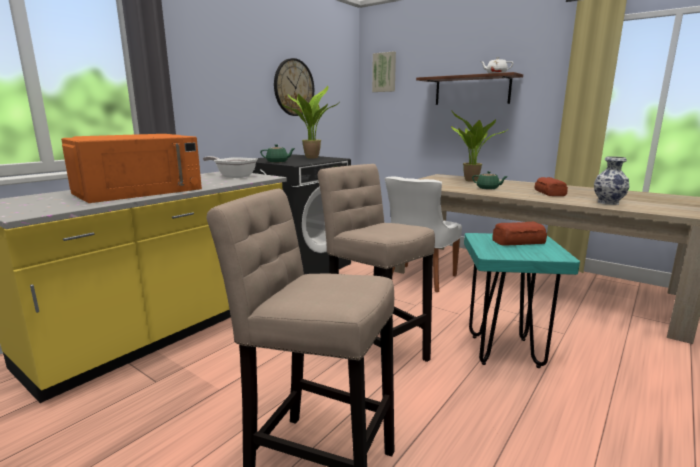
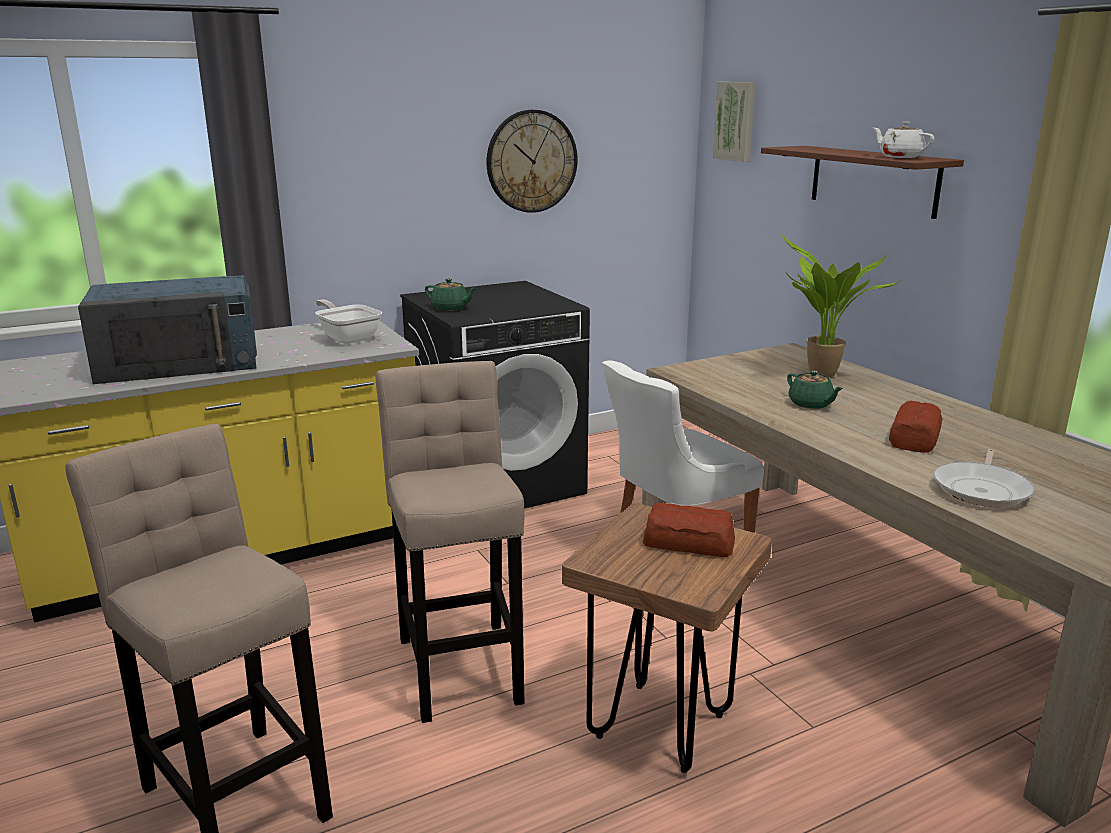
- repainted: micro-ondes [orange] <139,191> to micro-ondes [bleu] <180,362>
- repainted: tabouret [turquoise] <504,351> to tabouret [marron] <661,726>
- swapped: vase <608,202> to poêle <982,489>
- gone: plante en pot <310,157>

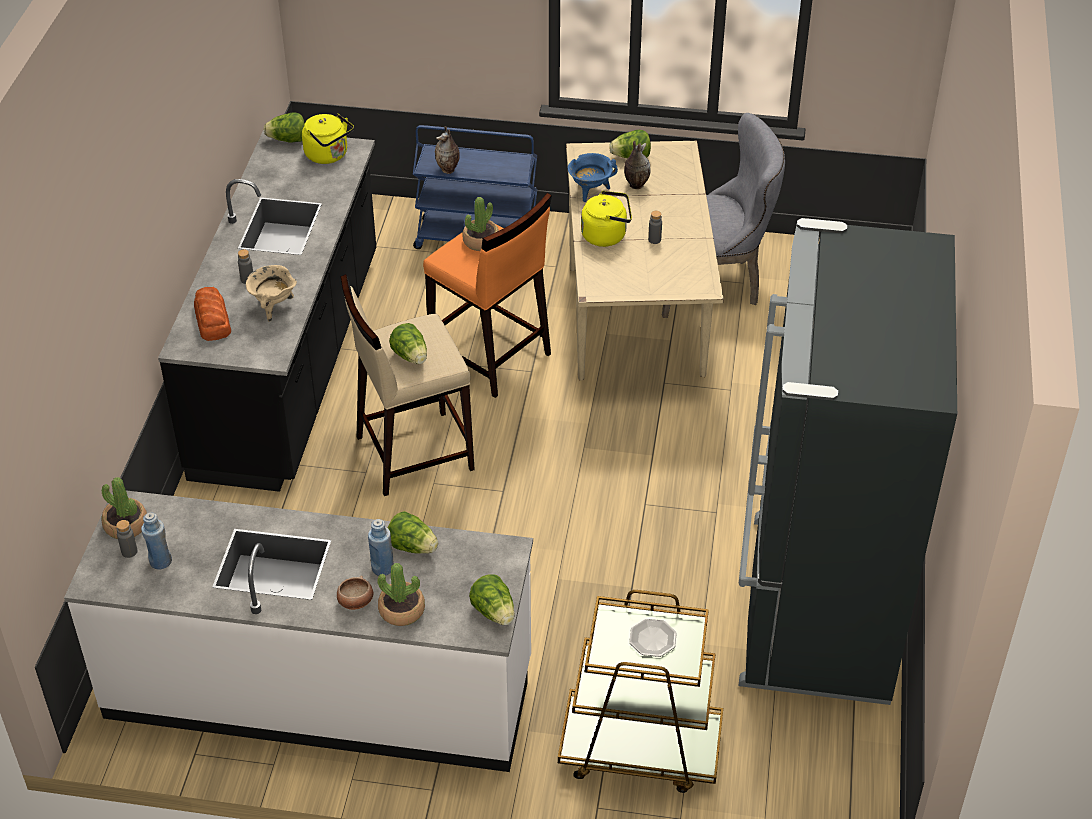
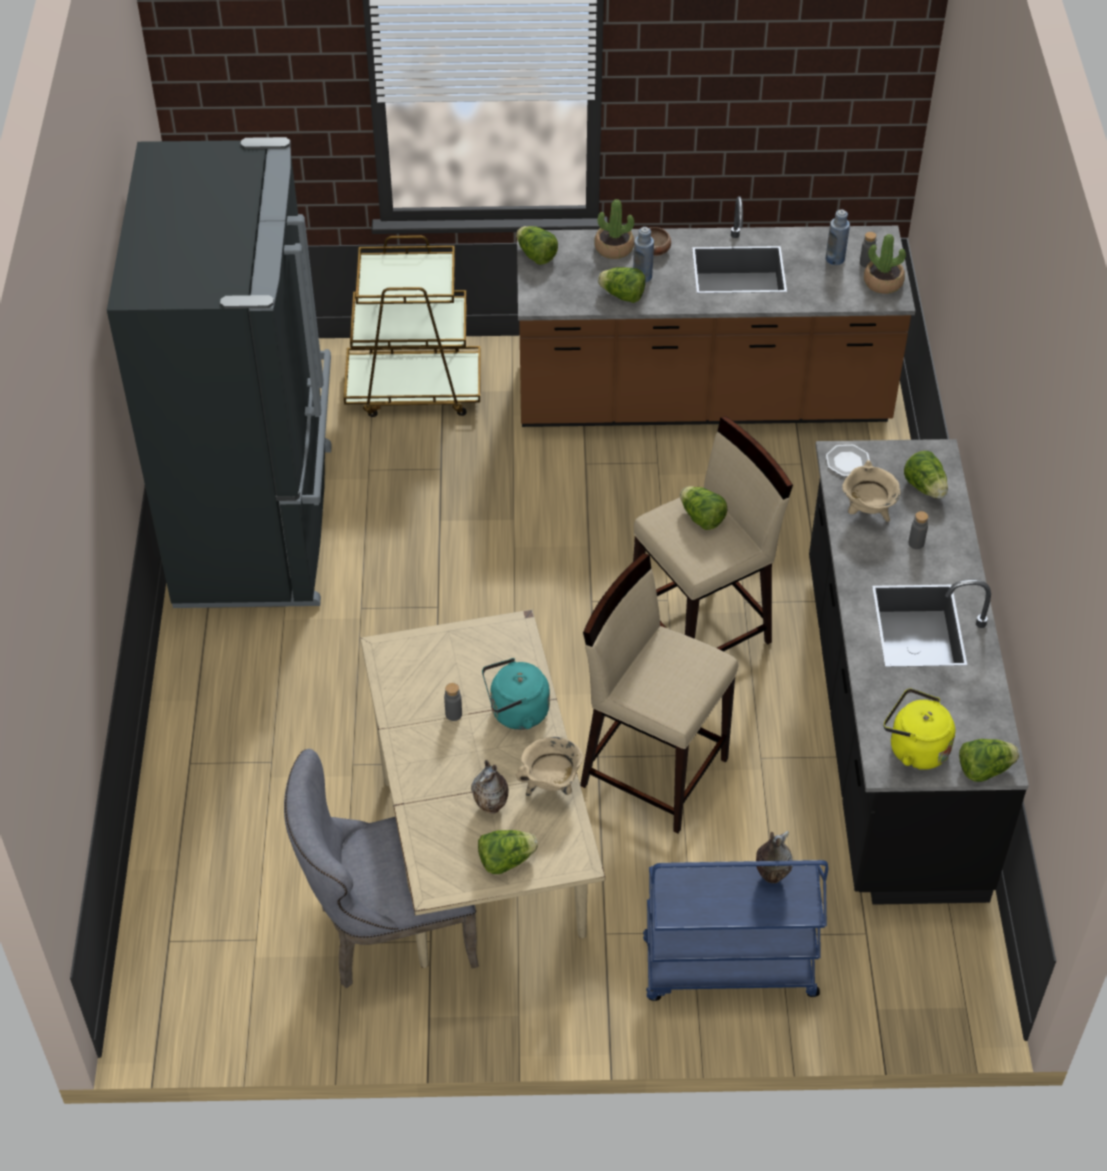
- repainted: bouilloire [jaune] <606,235> to bouilloire [turquoise] <516,713>
- repainted: marmite [bleu] <590,191> to marmite [beige] <551,785>
- repainted: comptoir de cuisine [blanc] <320,690> to comptoir de cuisine [marron] <702,398>
- repainted: tabouret [orange] <490,357> to tabouret [beige] <653,770>
- shifted: assiette <653,639> to <847,462>
- swapped: pain <212,320> to laitue <925,487>
- gone: plante en pot <481,241>

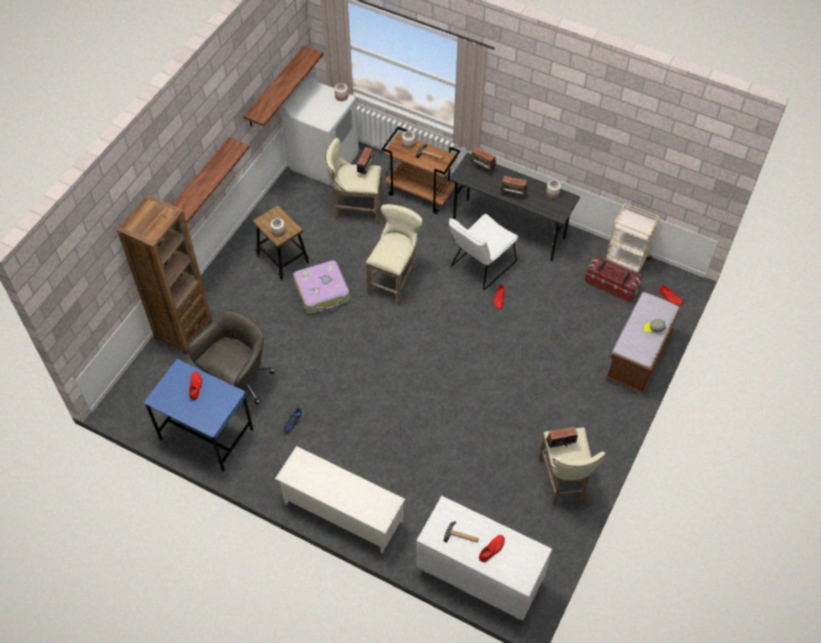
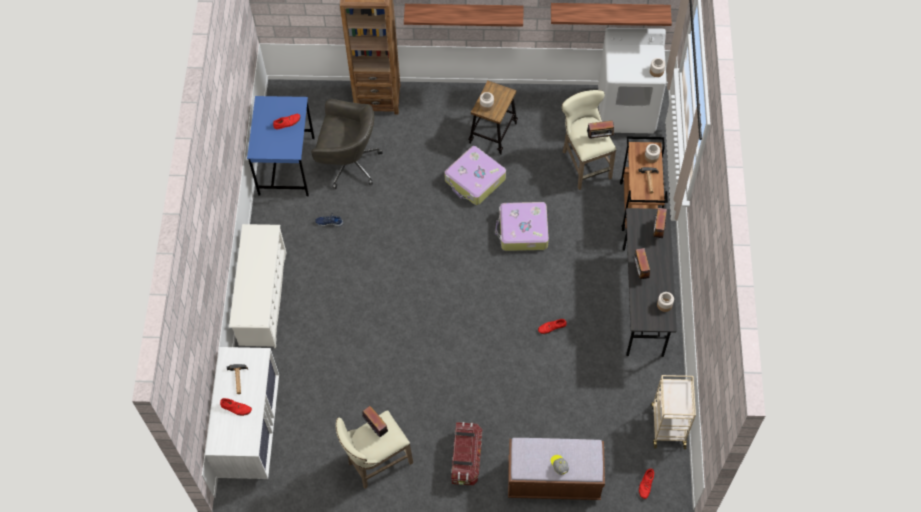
- shifted: boîte de rangement <611,285> to <466,458>
- swapped: tabouret [beige] <395,280> to valise <522,231>
- gone: chaise [blanc] <480,266>

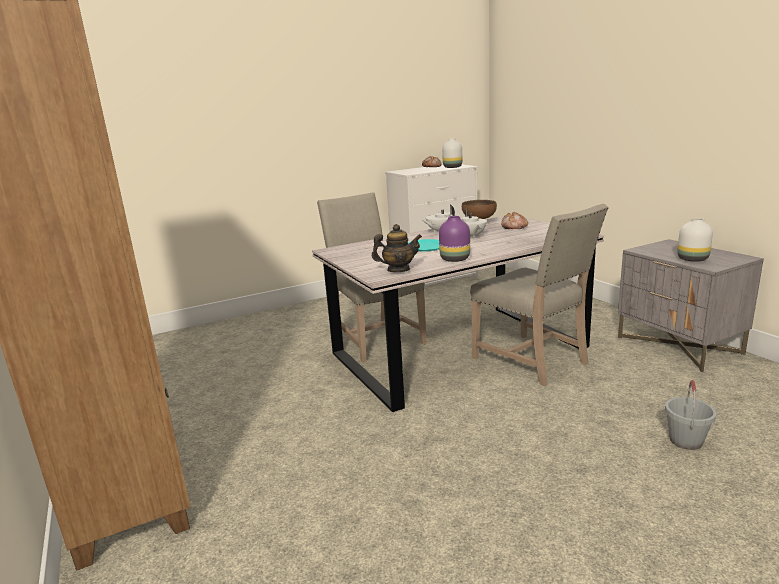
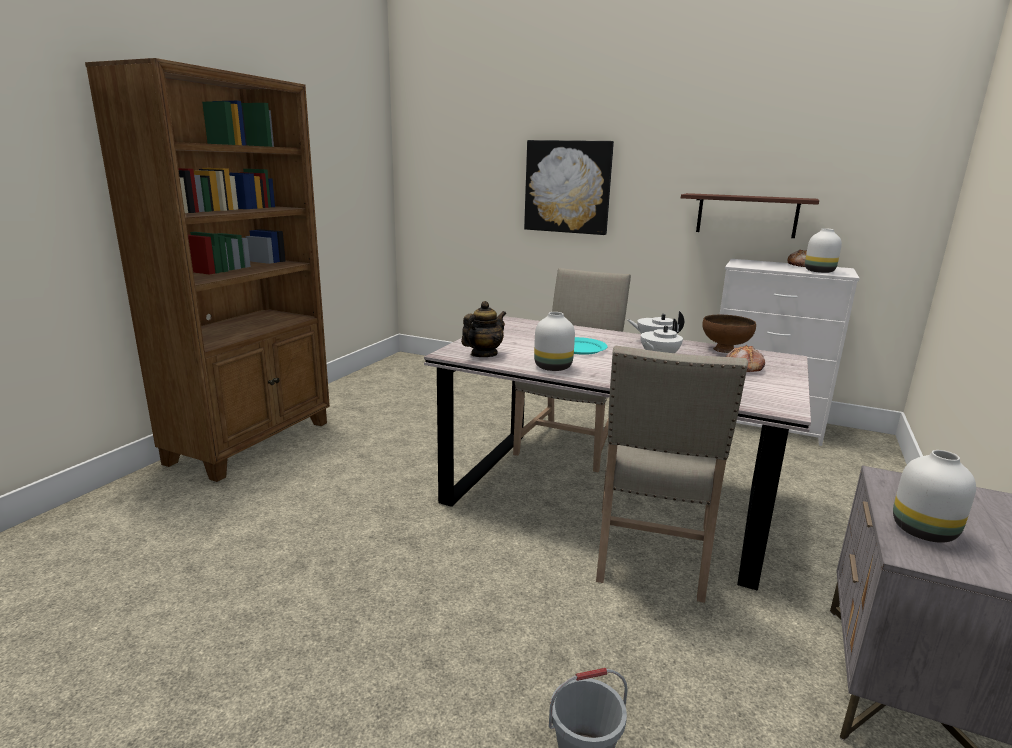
- rotated: théière <398,270> = <483,354> 90 degrees counterclockwise
- new: tableau <567,187>
- repainted: vase [violet] <454,259> to vase [blanc] <553,367>
- new: étagère <746,215>

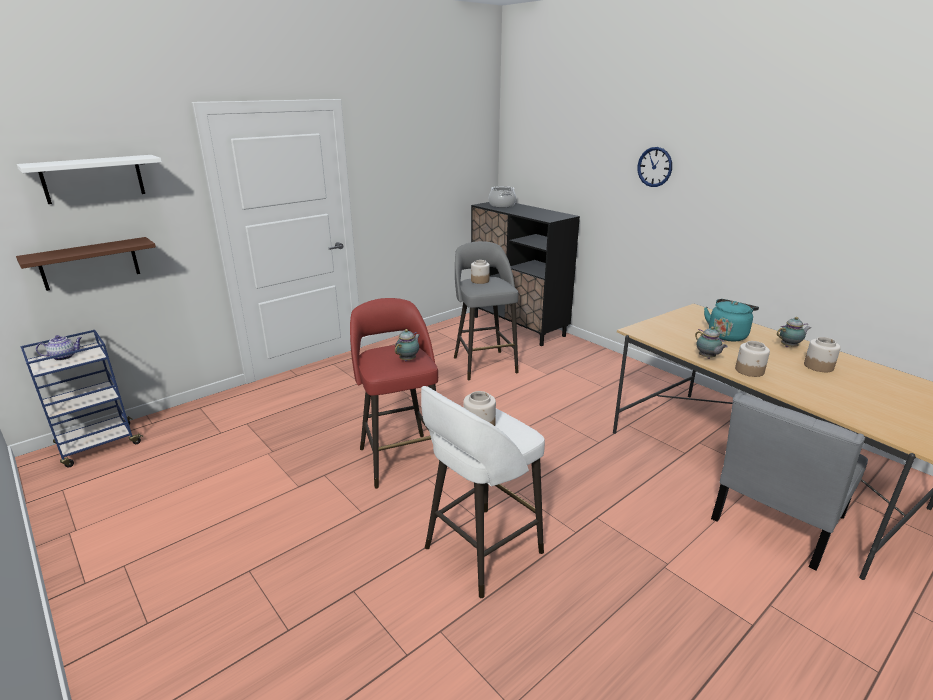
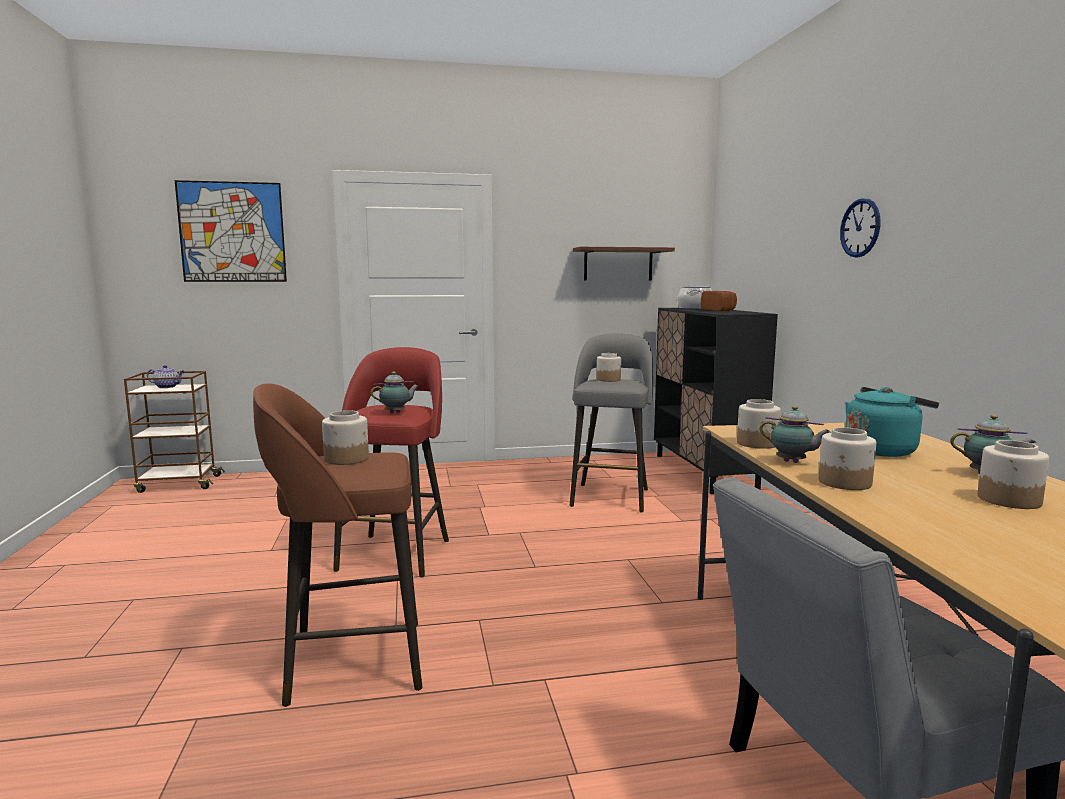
- repainted: chariot [bleu] <97,446> to chariot [marron] <178,484>
- swapped: étagère [blanc] <93,179> to tableau <232,232>
- repainted: tabouret [blanc] <480,552> to tabouret [marron] <351,661>
- shifted: étagère [marron] <89,263> to <618,264>
- new: pain <720,310>
- new: bocal <757,444>
- rotated: théière <707,358> = <793,462> 60 degrees counterclockwise

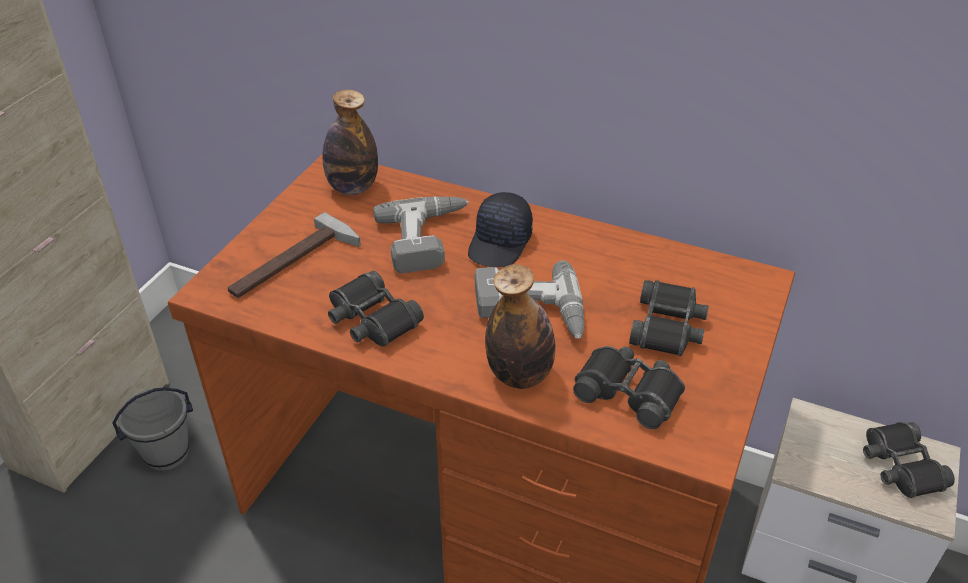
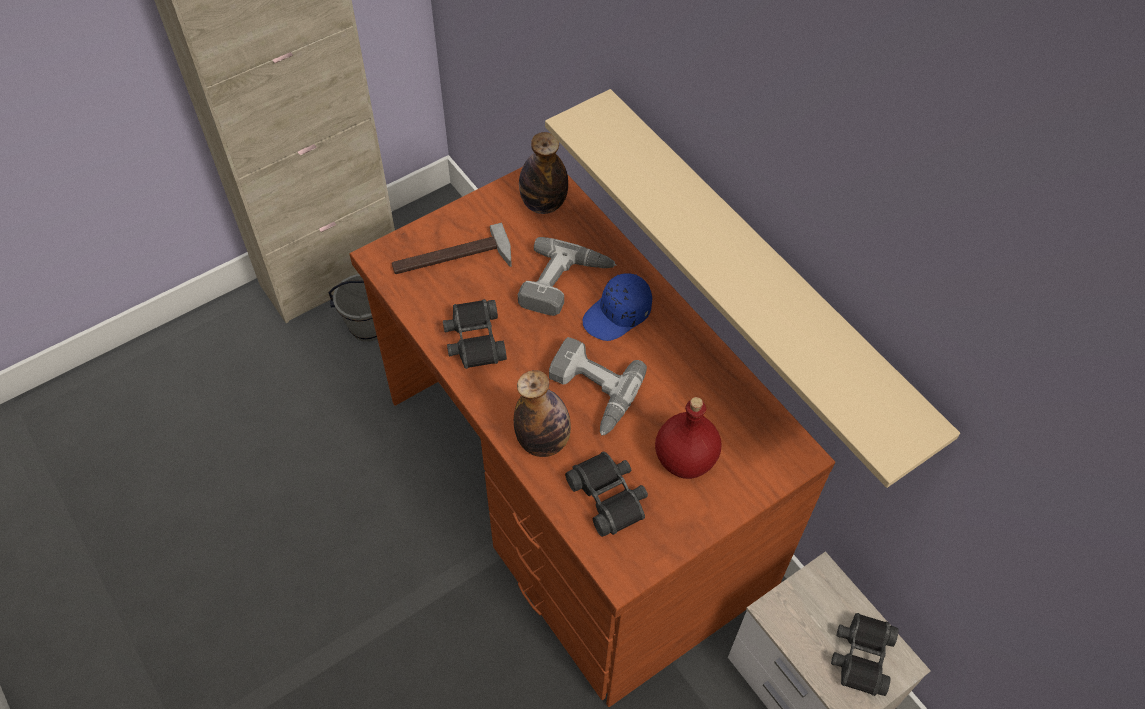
- new: étagère [beige] <759,270>
- repainted: casquette [noir] <501,243> to casquette [bleu] <618,315>
- swapped: jumelles [noir] <668,327> to bouteille [rouge] <684,458>

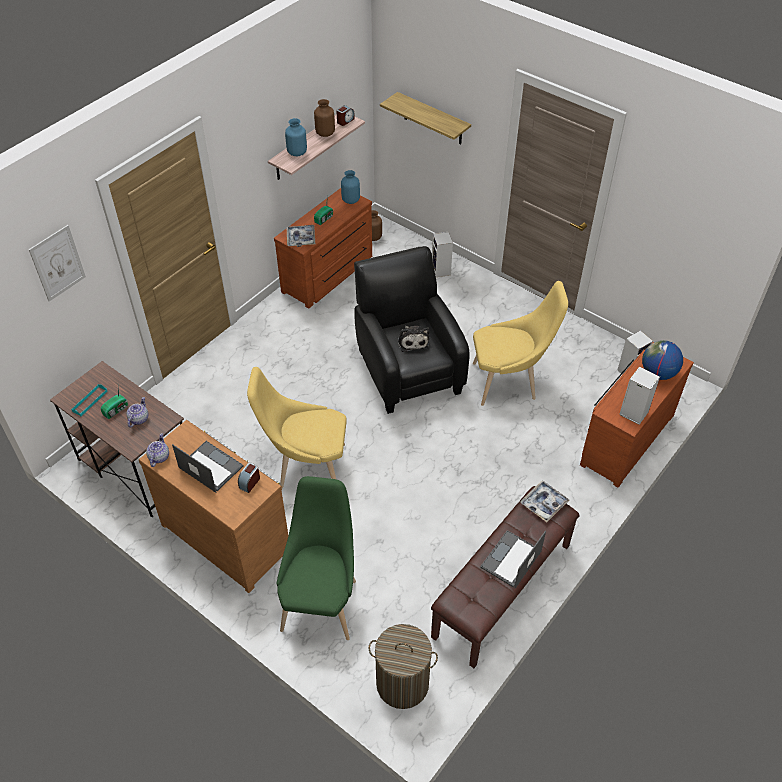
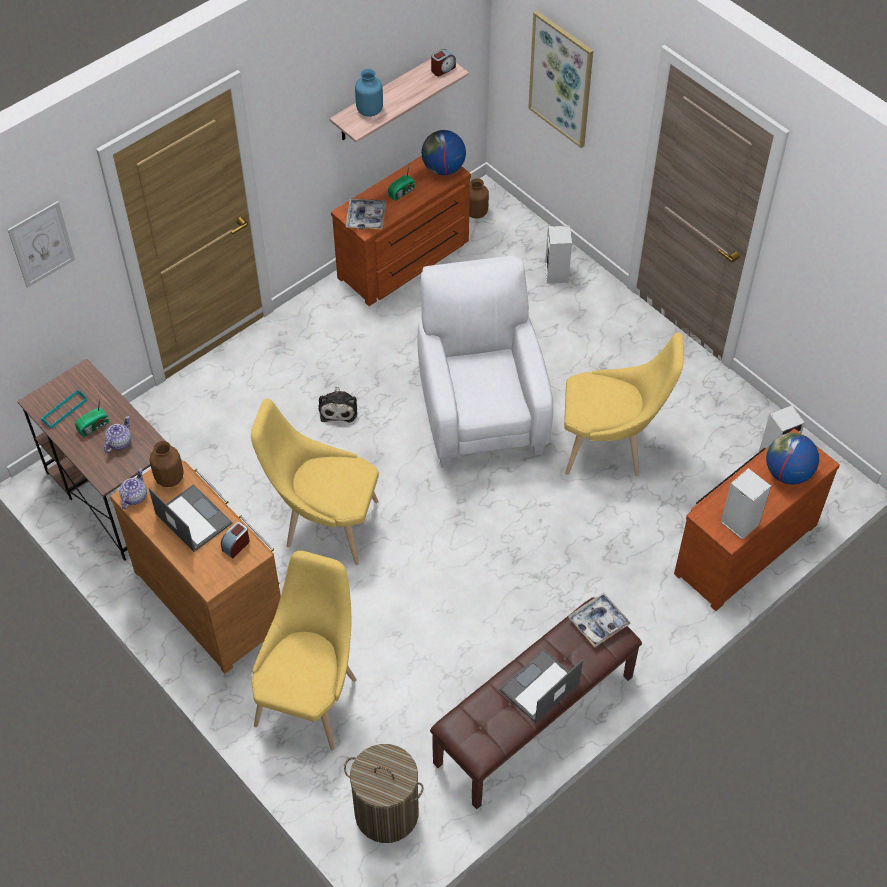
- shifted: vase [marron] <325,133> to <170,477>
- repainted: chaise [vert] <321,600> to chaise [jaune] <310,696>
- shifted: peluche <412,341> to <338,408>
- repainted: fauteuil [noir] <407,368> to fauteuil [blanc] <480,408>
- swapped: vase [bleu] <351,200> to globe <443,169>
- swapped: étagère <433,119> to tableau <561,79>

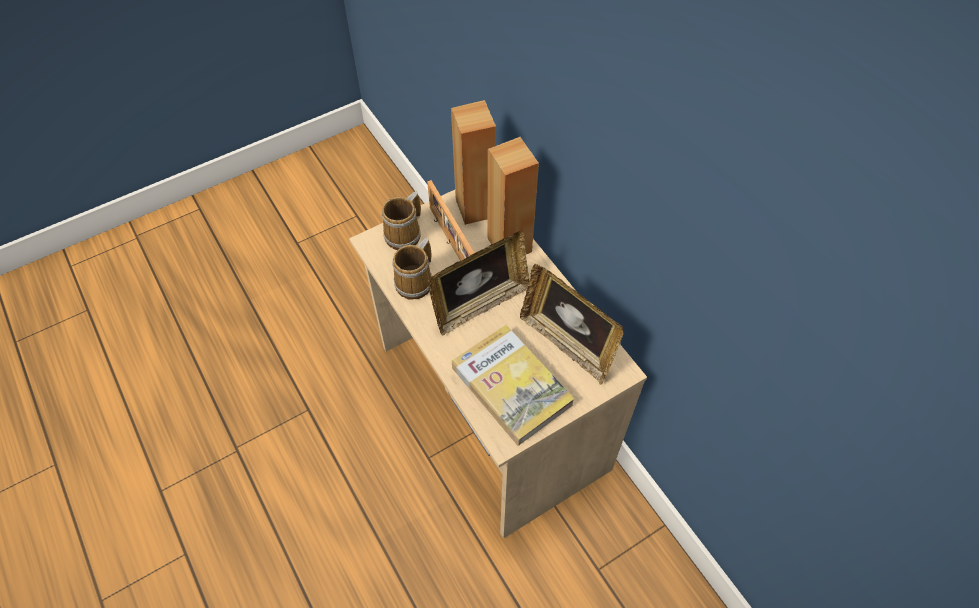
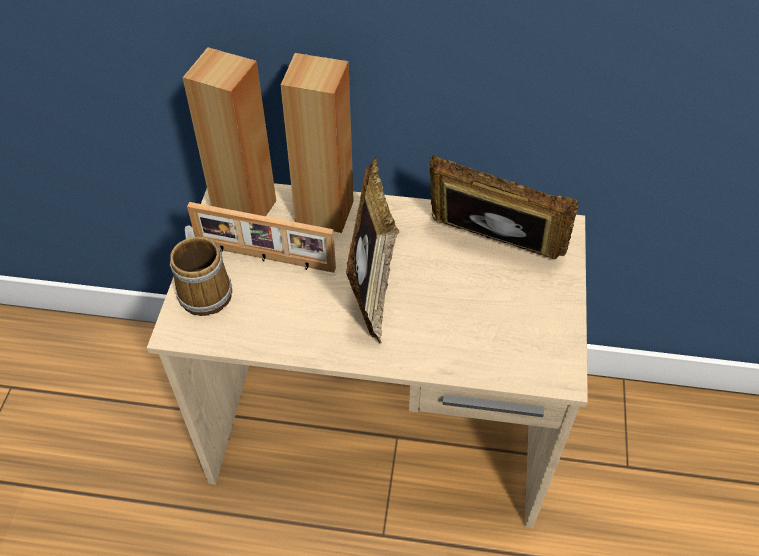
- rotated: cadre photo <567,343> = <492,247> 150 degrees counterclockwise
- gone: mug <416,282>
- gone: livre <511,386>

